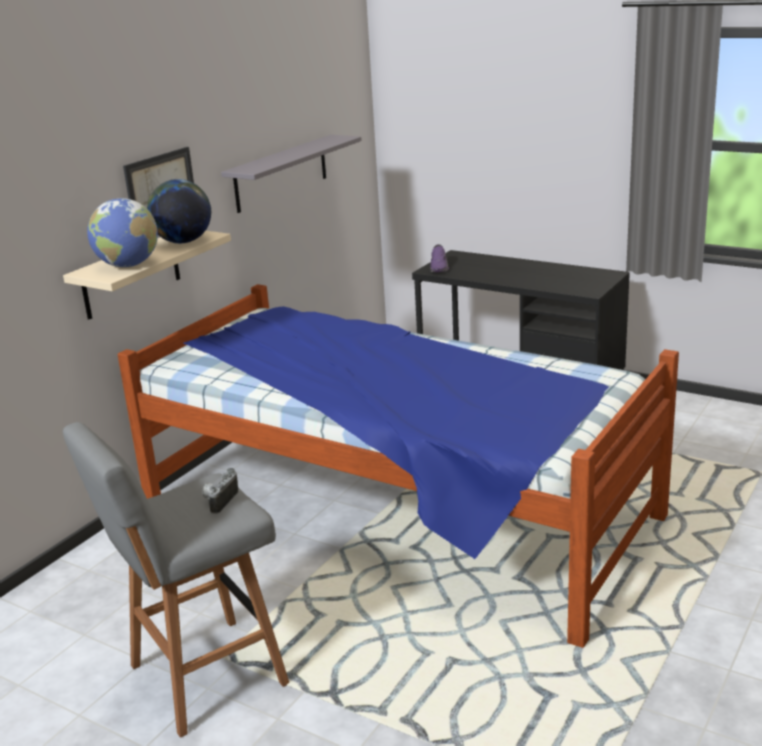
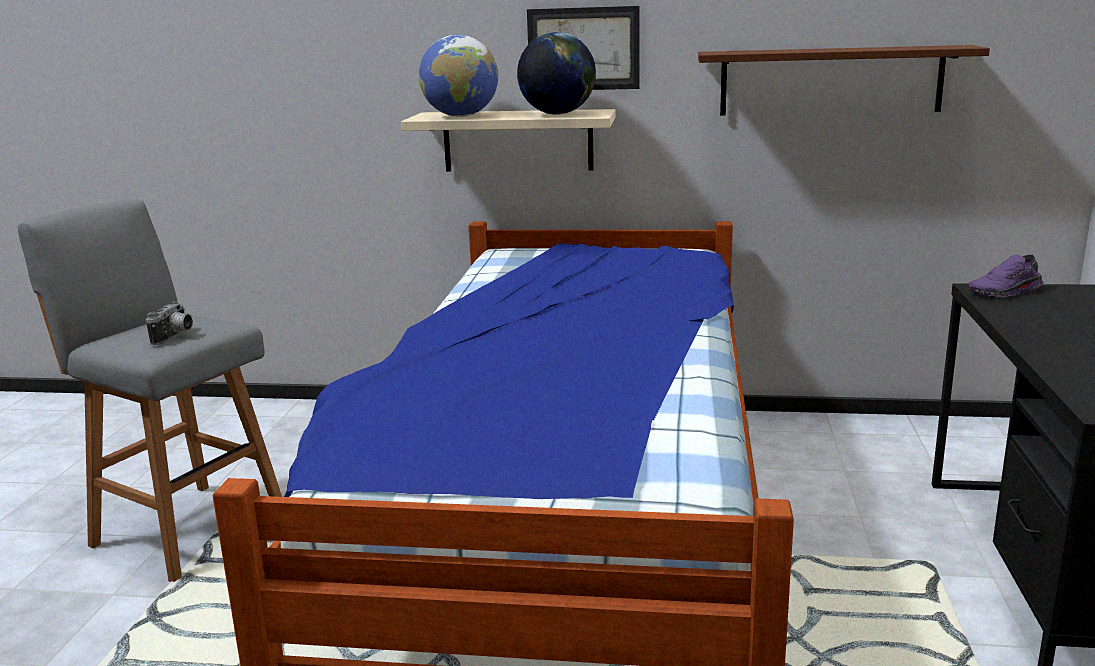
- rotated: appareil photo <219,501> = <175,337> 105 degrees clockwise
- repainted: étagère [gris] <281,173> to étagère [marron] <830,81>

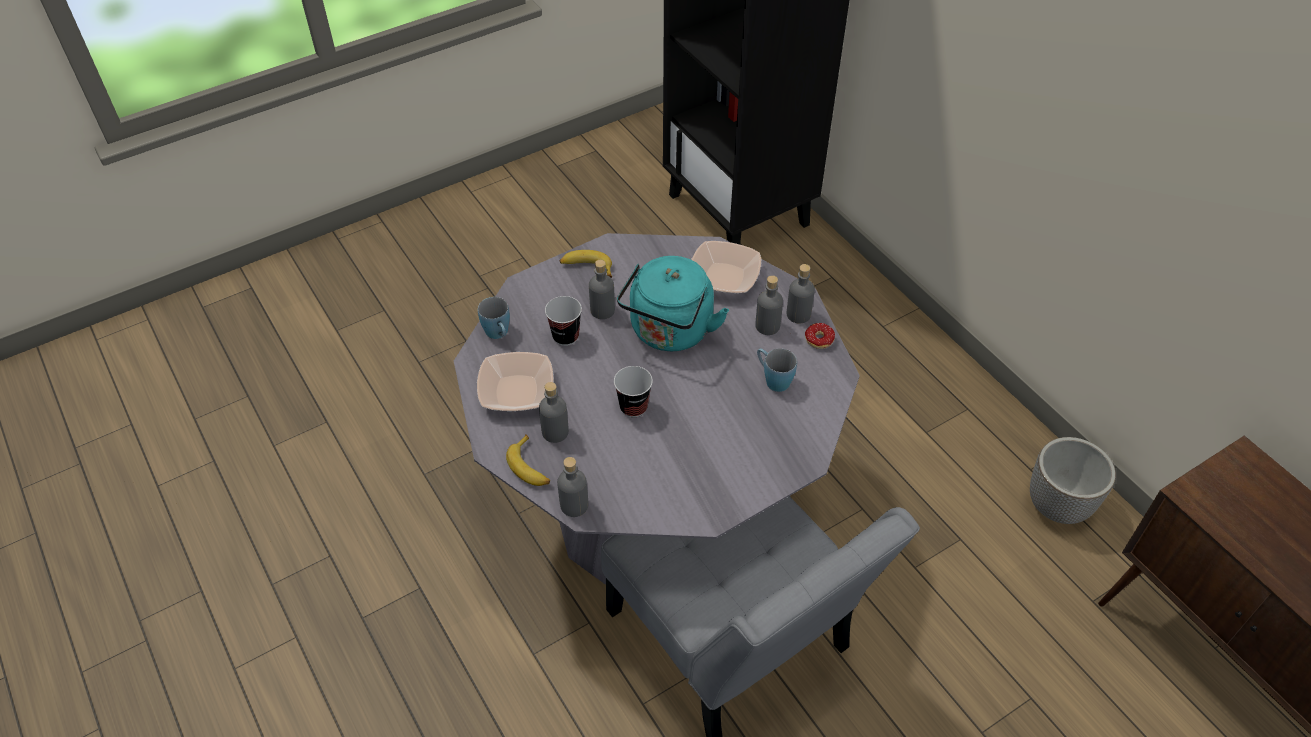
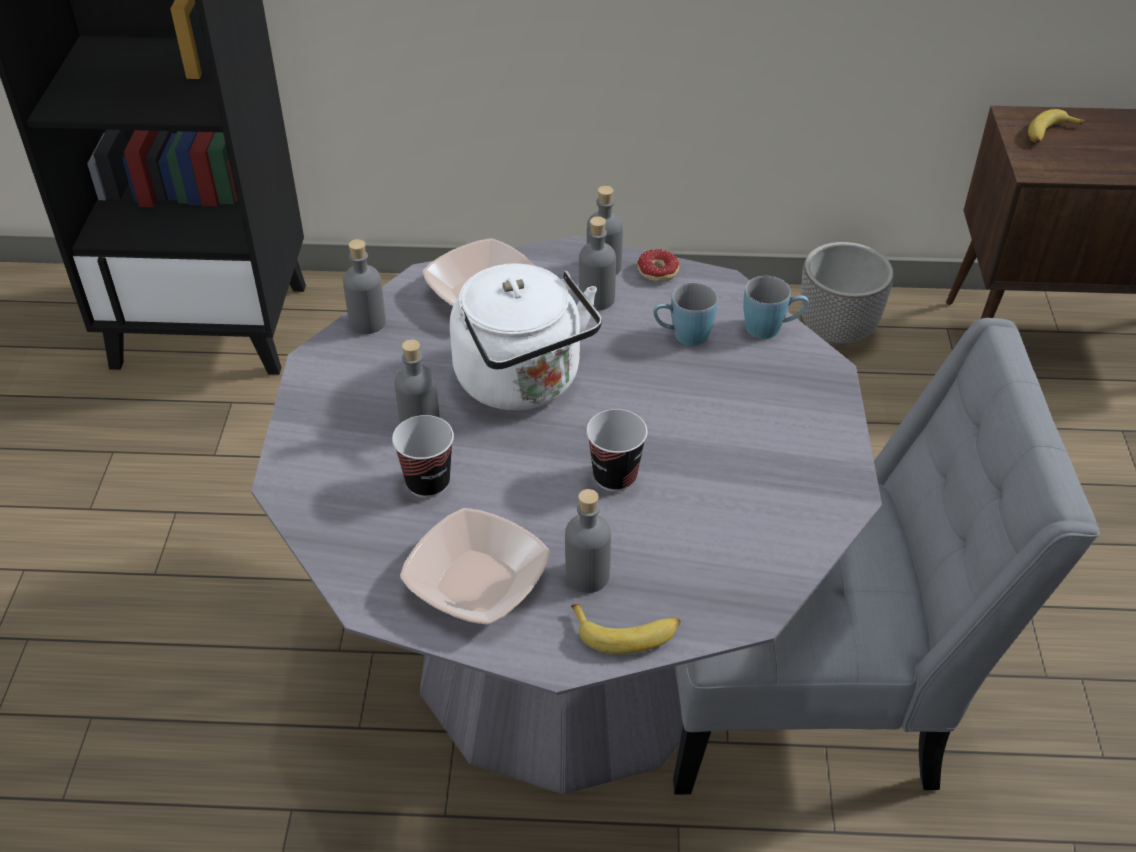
- shifted: bouteille [gris] <574,505> to <367,322>
- repainted: bouilloire [turquoise] <669,332> to bouilloire [blanc] <523,383>
- shifted: mug [bleu] <499,334> to <771,328>
- shifted: banane <586,267> to <1049,134>

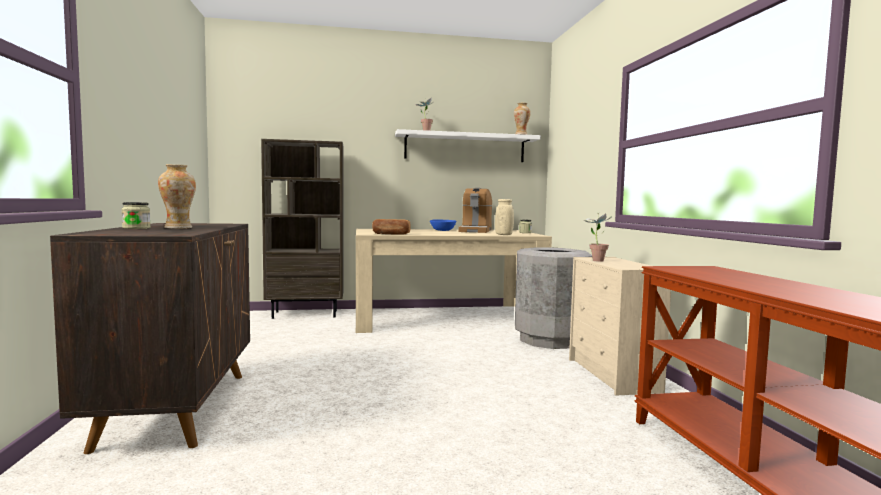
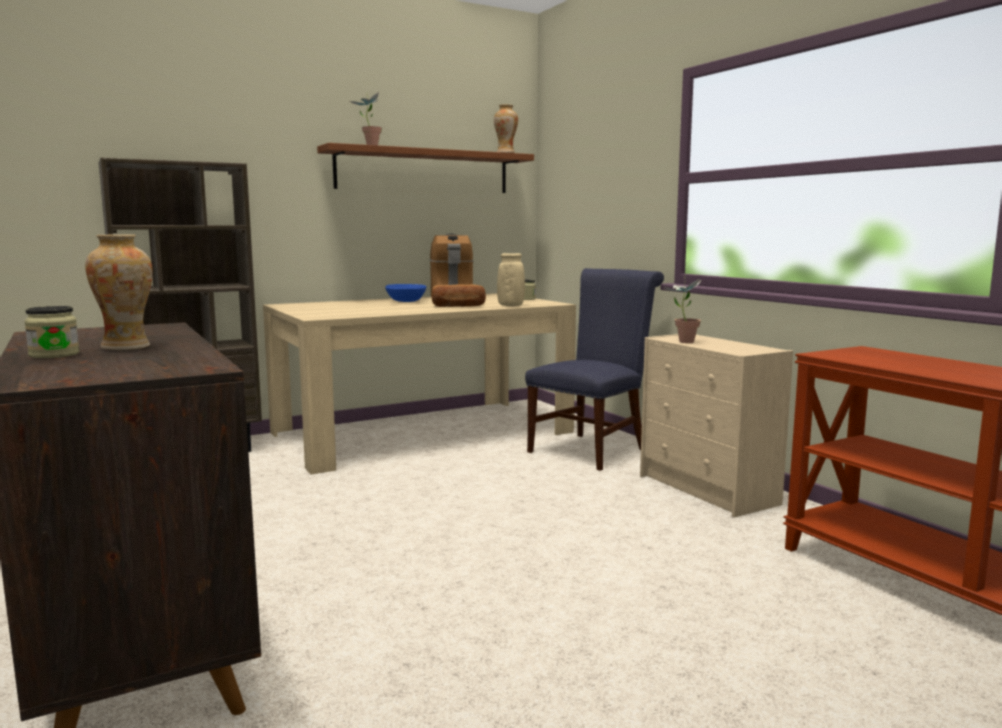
- repainted: étagère [blanc] <465,147> to étagère [marron] <424,171>
- shifted: pain <391,234> to <458,306>
- swapped: poubelle [gris] <550,340> to chaise [bleu] <592,449>

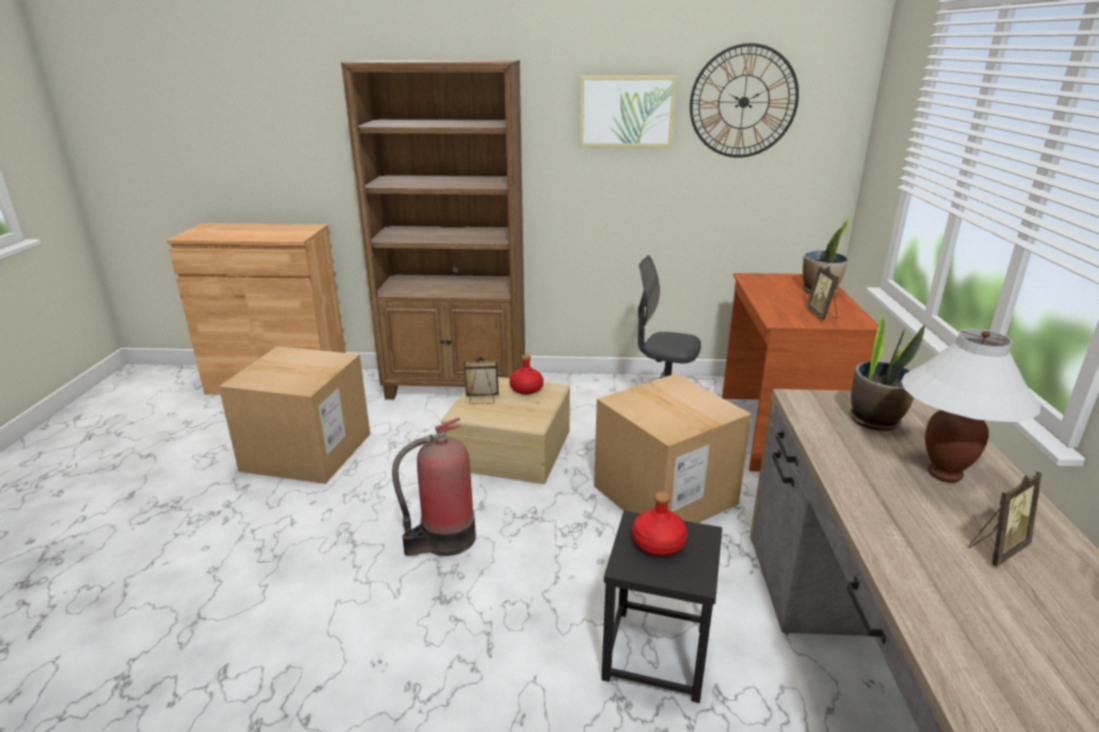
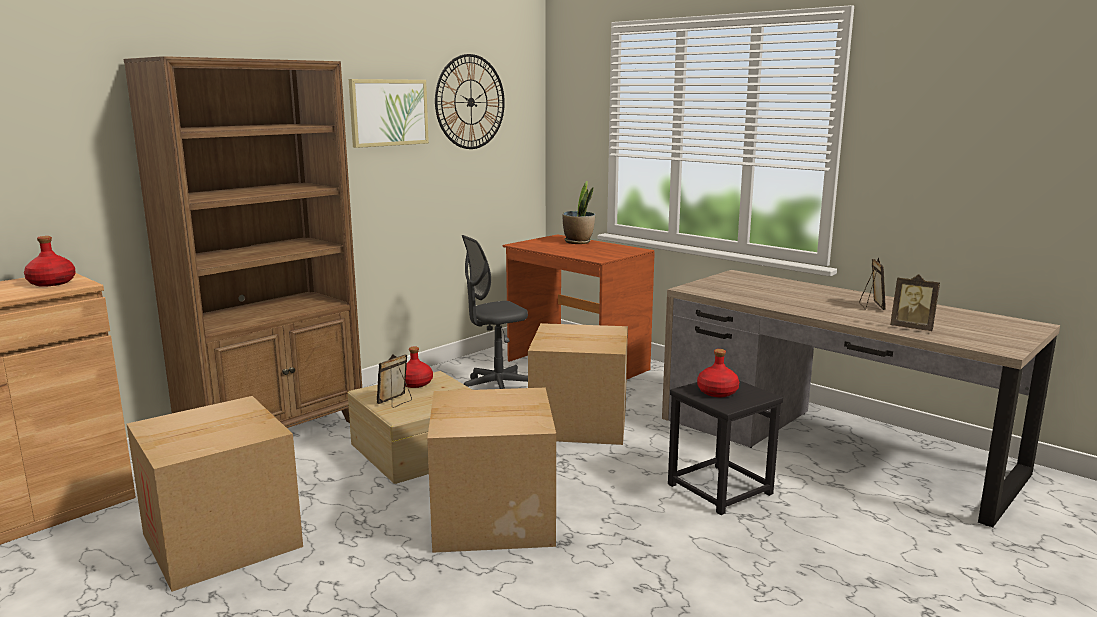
- new: bouteille [rouge] <51,283>
- swapped: extincteur <444,540> to carton <493,517>
- shifted: cadre photo <821,315> to <912,328>
- gone: plante en pot <875,420>
- gone: lampe de table [blanc] <945,474>

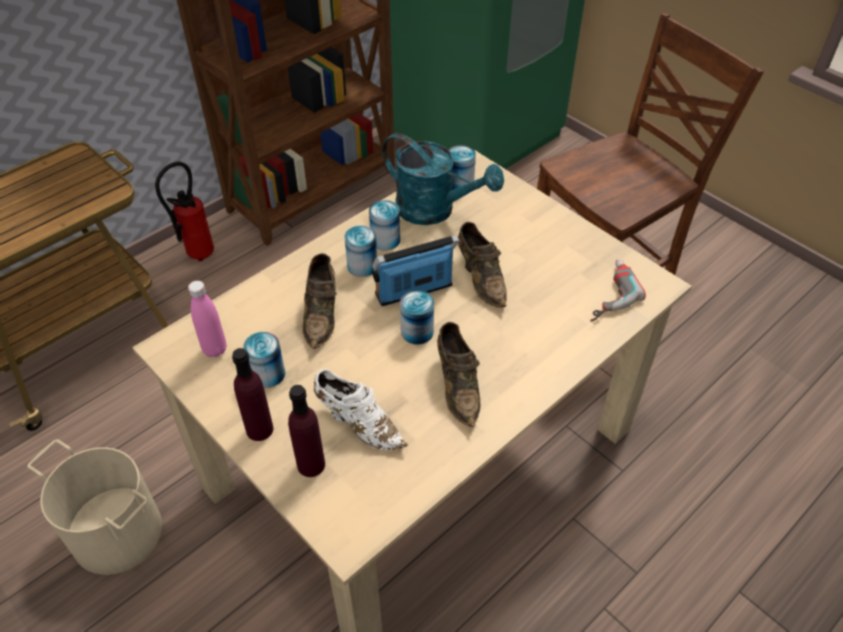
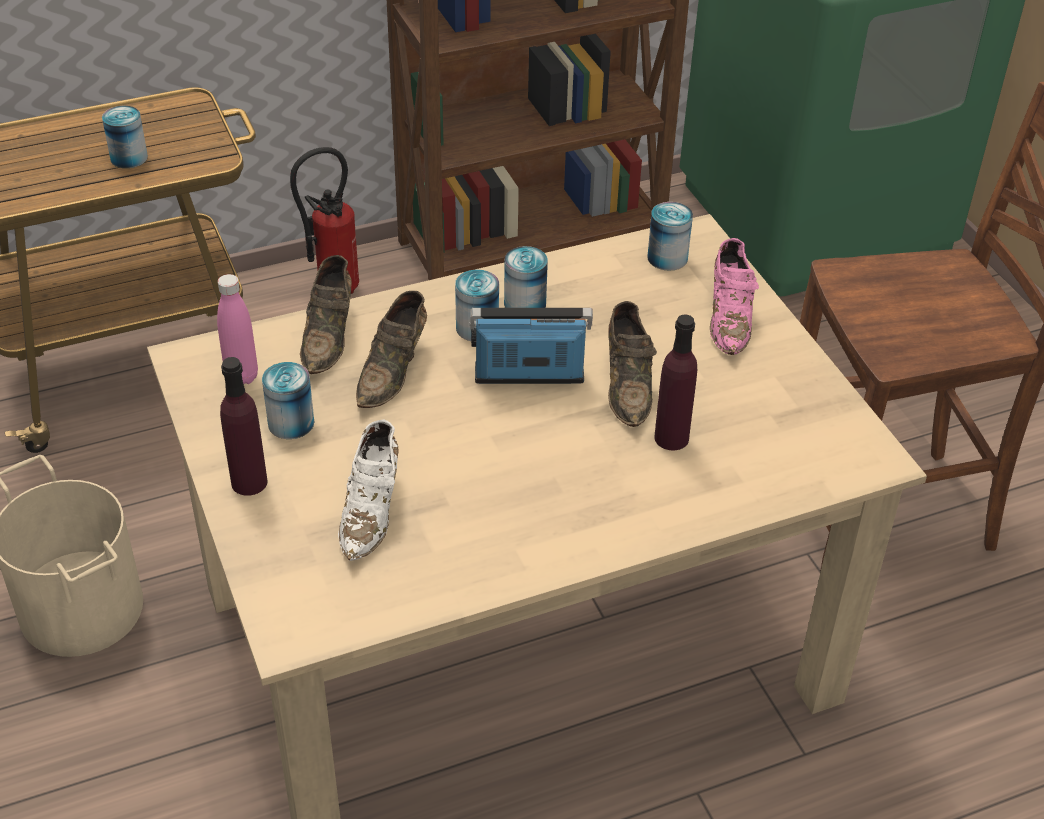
- shifted: boîte métallique <417,331> to <129,157>
- shifted: chaussure [marron] <458,386> to <329,336>
- rotated: chaussure [blanc] <358,423> = <372,511> 45 degrees clockwise
- shifted: bouteille [violet] <311,464> to <671,438>
- new: chaussure [rose] <729,318>
- gone: arrosoir [turquoise] <435,210>
- gone: perceuse <605,293>

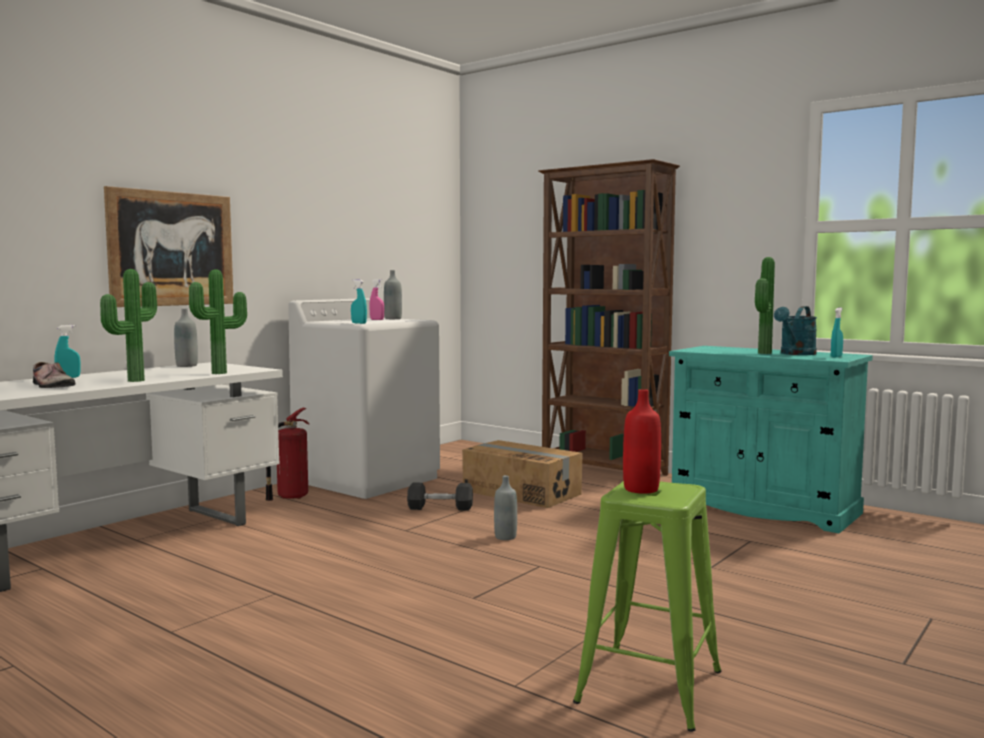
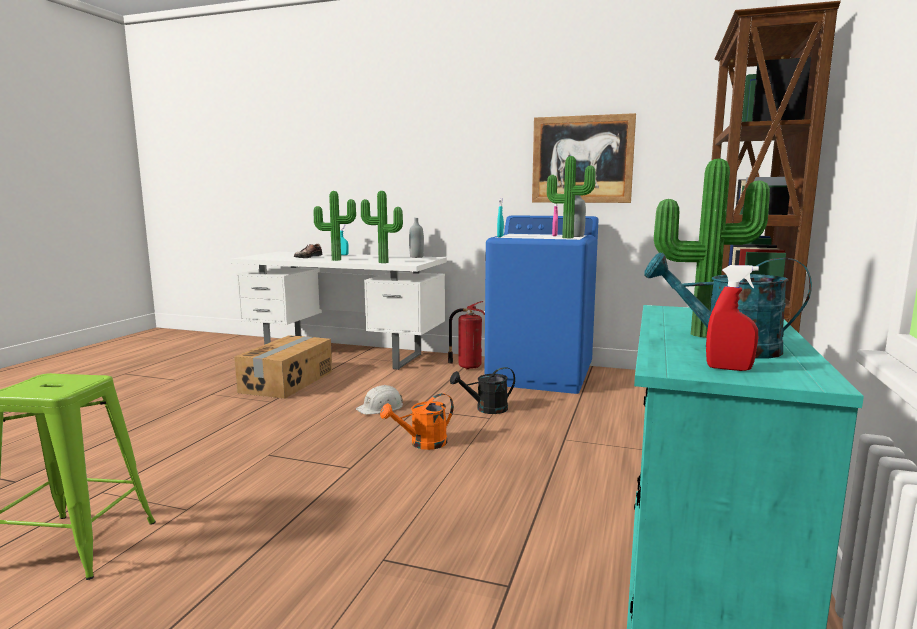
- shifted: carton <522,492> to <288,382>
- new: casque de chantier [blanc] <381,407>
- swapped: bouteille [gris] <505,537> to arrosoir [orange] <422,444>
- swapped: haltère [gris] <440,508> to arrosoir [noir] <486,409>
- repainted: lave-linge [blanc] <368,479> to lave-linge [bleu] <541,375>
- shifted: tableau <171,249> to <582,159>
- new: plante en pot <568,237>
- repainted: vaporisateur [turquoise] <836,356> to vaporisateur [rouge] <729,369>
- gone: bouteille [rouge] <641,489>

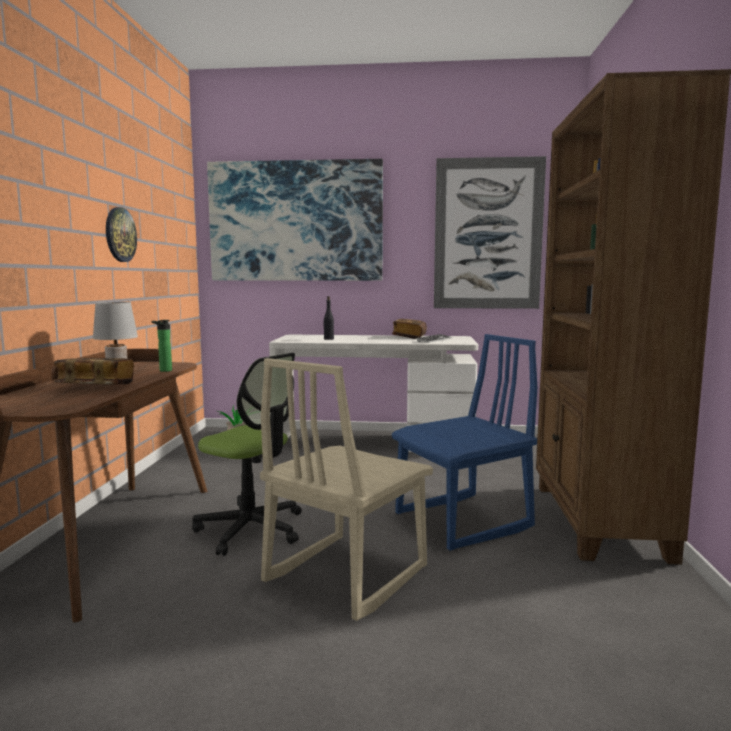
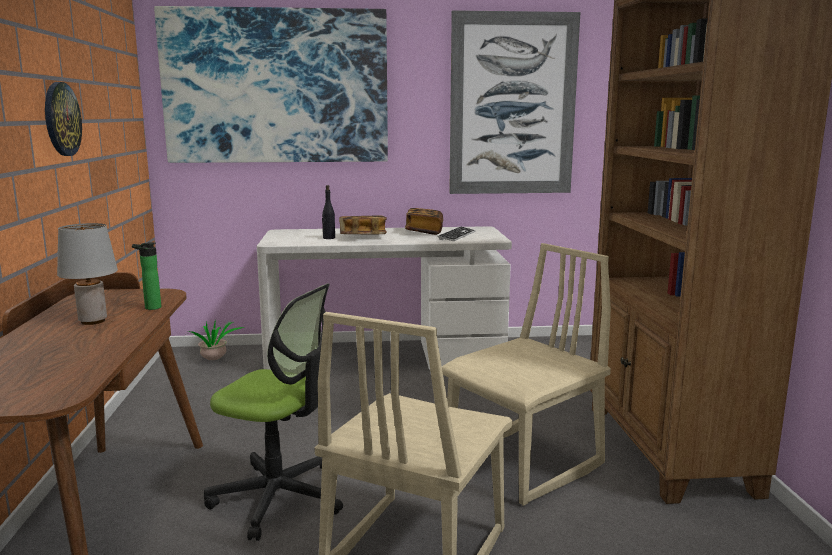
- shifted: livre <96,387> to <362,237>
- repainted: chaise [bleu] <463,521> to chaise [beige] <524,463>

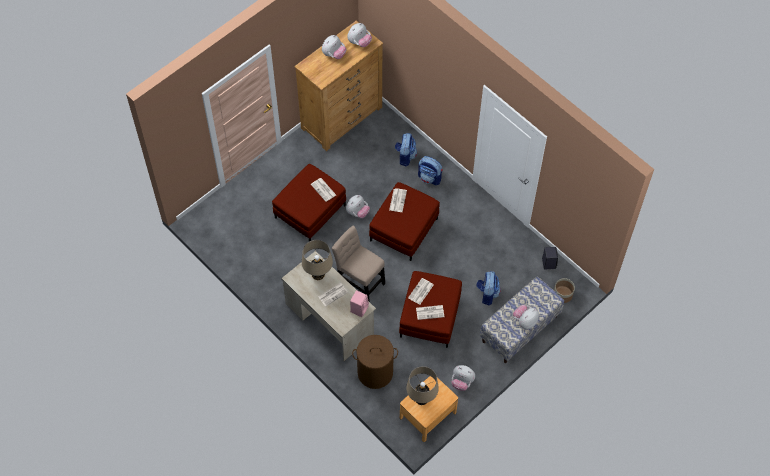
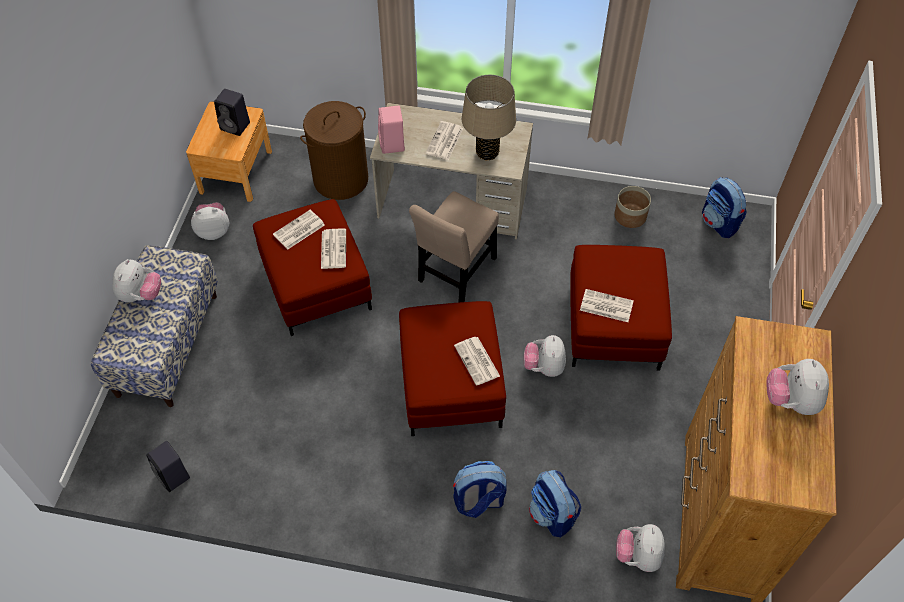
- swapped: lampe de table [beige] <421,399> to enceinte [noir] <236,126>
- rotated: chaise [beige] <359,280> = <456,273> 120 degrees clockwise
- shifted: cache-pot <562,294> to <630,216>
- shifted: peluche <359,42> to <638,555>
- shifted: sac à dos <487,294> to <719,223>

